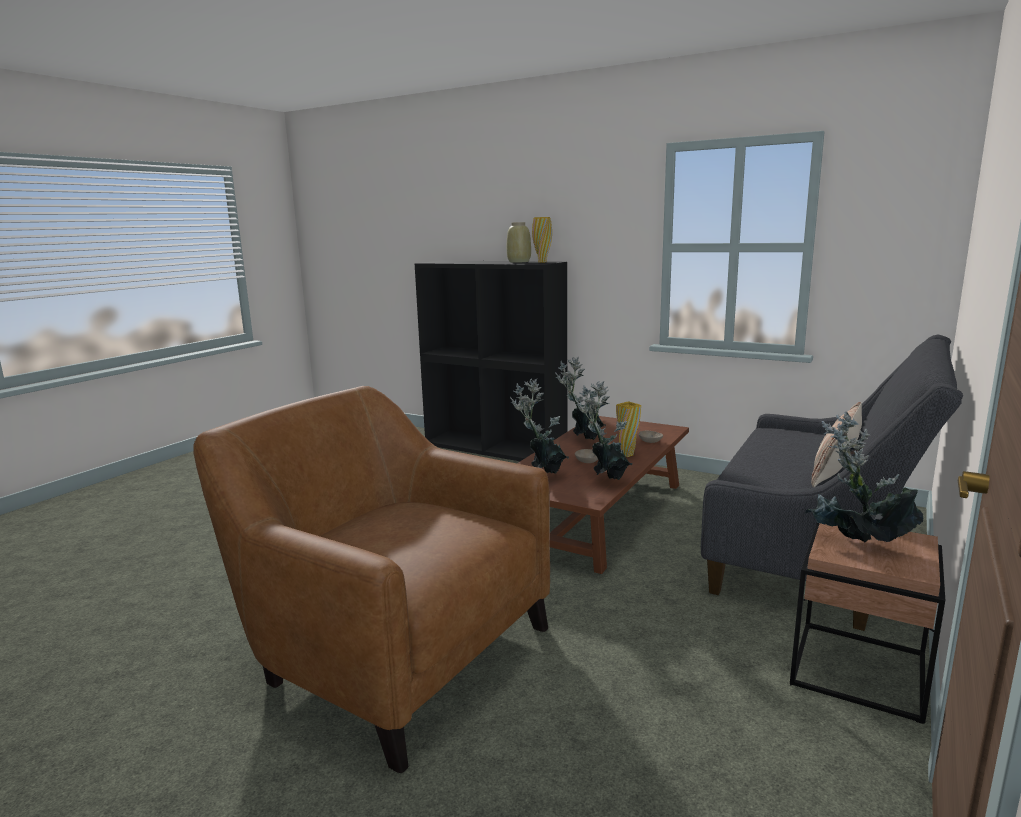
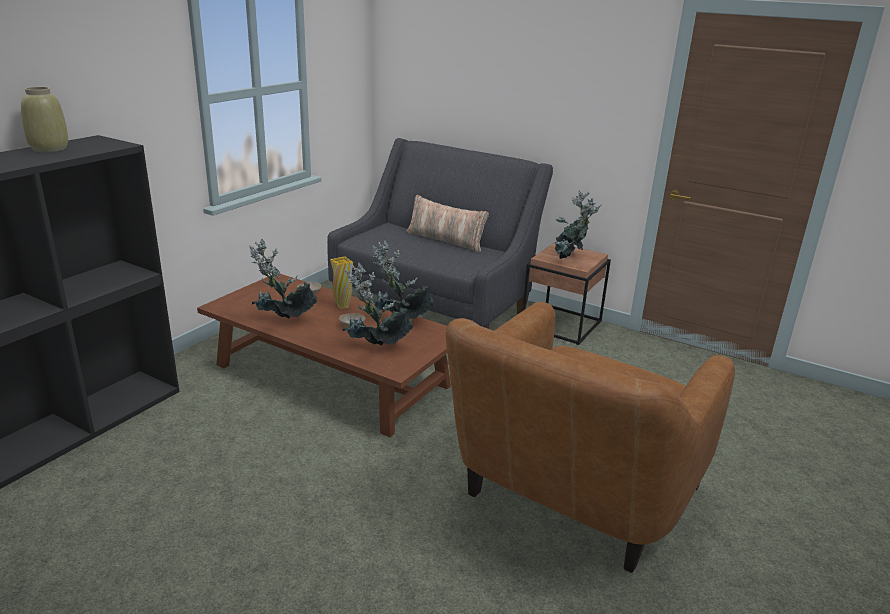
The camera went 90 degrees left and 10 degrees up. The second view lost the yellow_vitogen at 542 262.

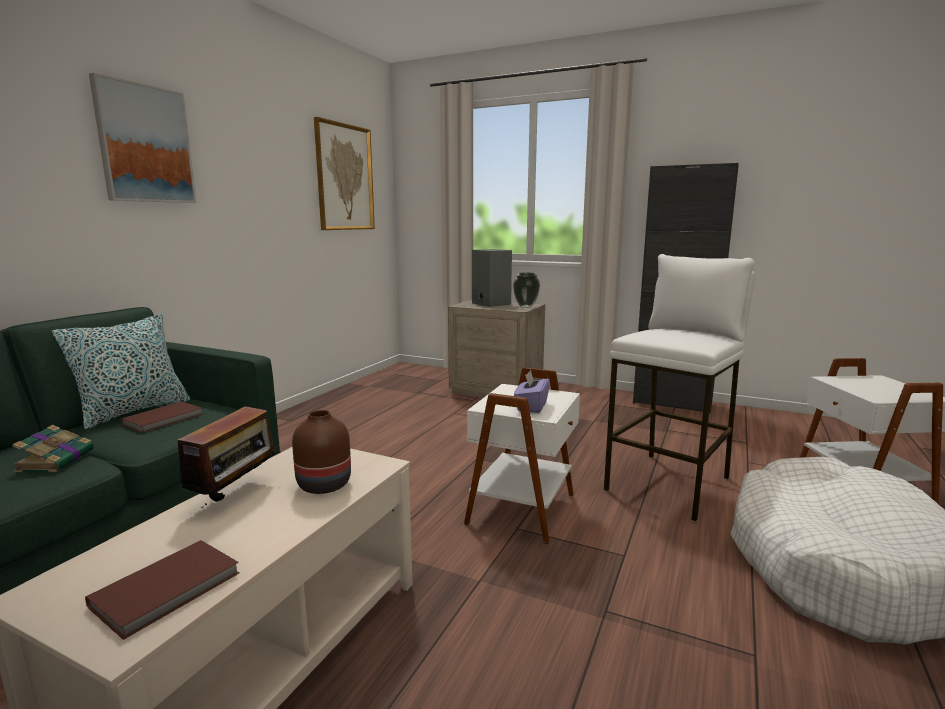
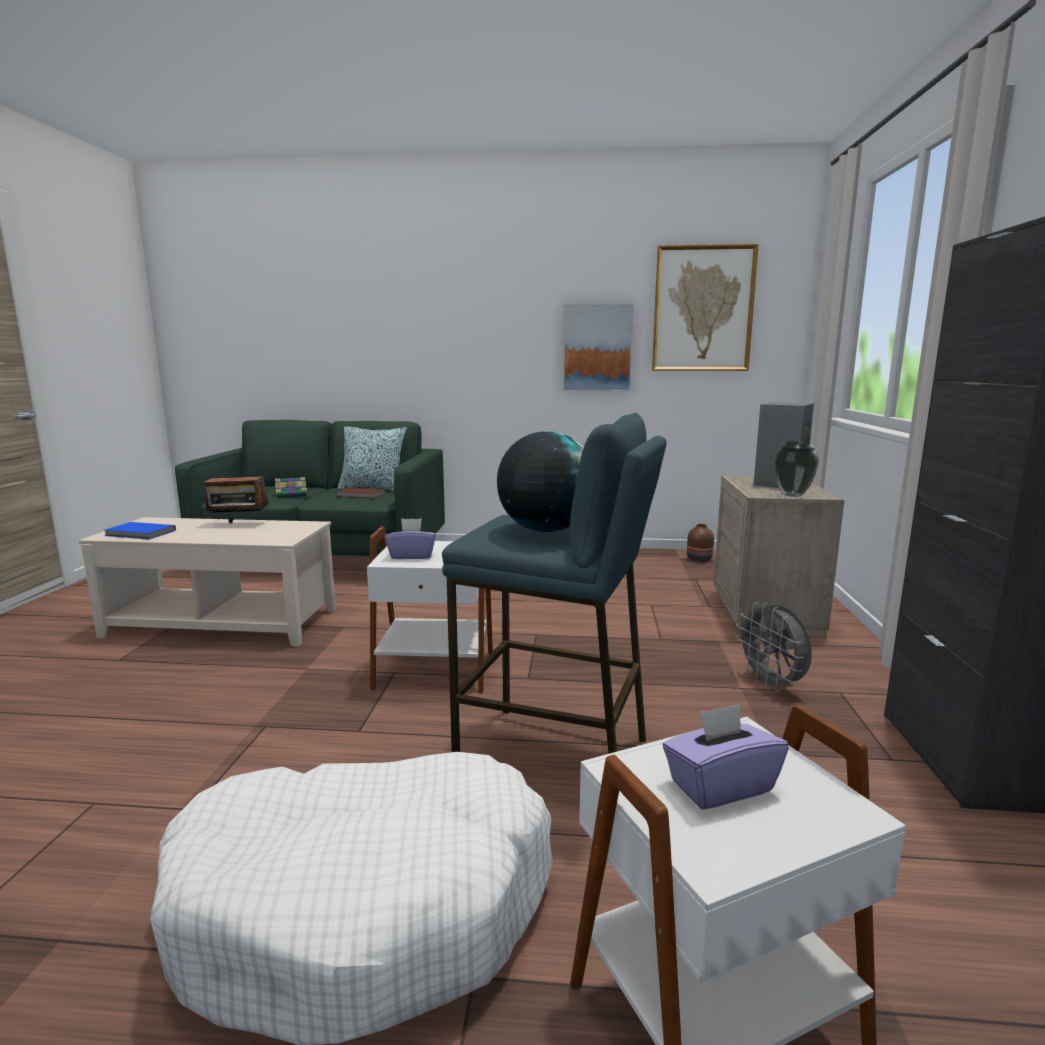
The camera went 70 degrees right and 0 degrees up. What was the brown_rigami at 170 589 turned into the blue_rigami at 140 533. What was the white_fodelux at 670 484 turned into the blue_fodelux at 555 758. The second view gained the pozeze at 545 530. The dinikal ended up elsewhere, having gone from 145 144 to 597 348. The second view gained the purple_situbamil at 720 786. The brown_vitogen ended up elsewhere, having gone from 324 485 to 699 559. The second view gained the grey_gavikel at 771 684.

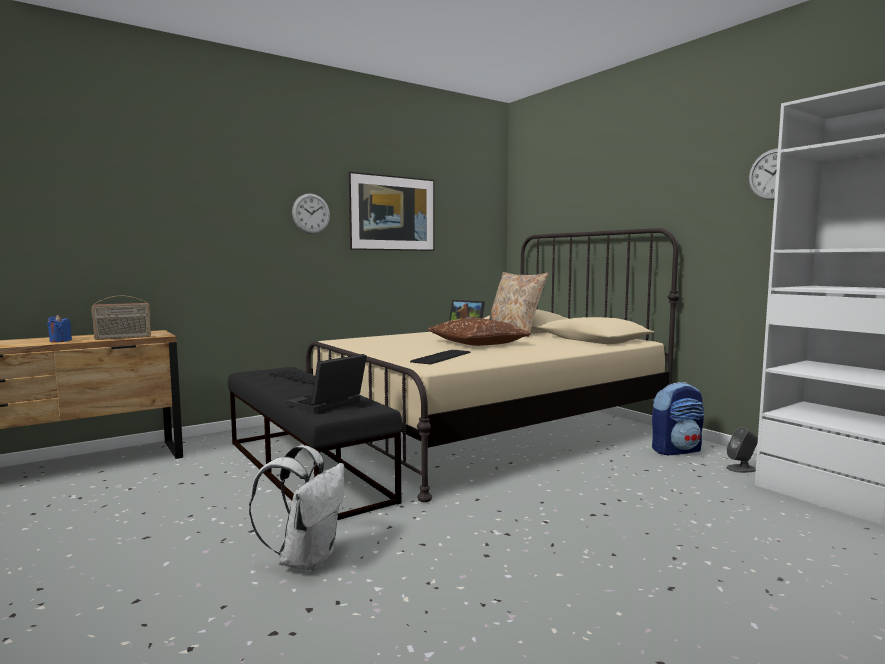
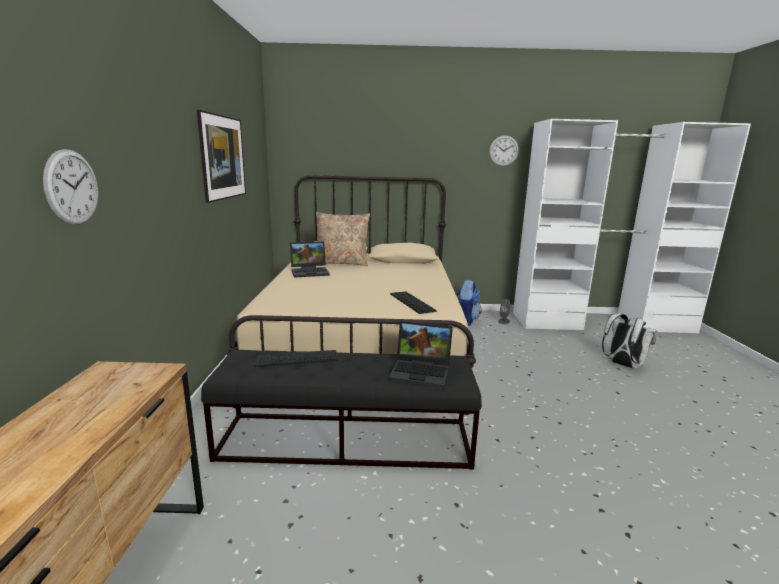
The camera went 55 degrees left and 10 degrees up. The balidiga ended up elsewhere, having gone from 311 213 to 72 187. The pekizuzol at 326 404 ended up facing another way, 60 degrees counterclockwise from before. The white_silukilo ended up elsewhere, having gone from 306 559 to 622 365. The second view lost the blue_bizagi at 60 341. The second view lost the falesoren at 123 338. The second view lost the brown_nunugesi at 477 343.

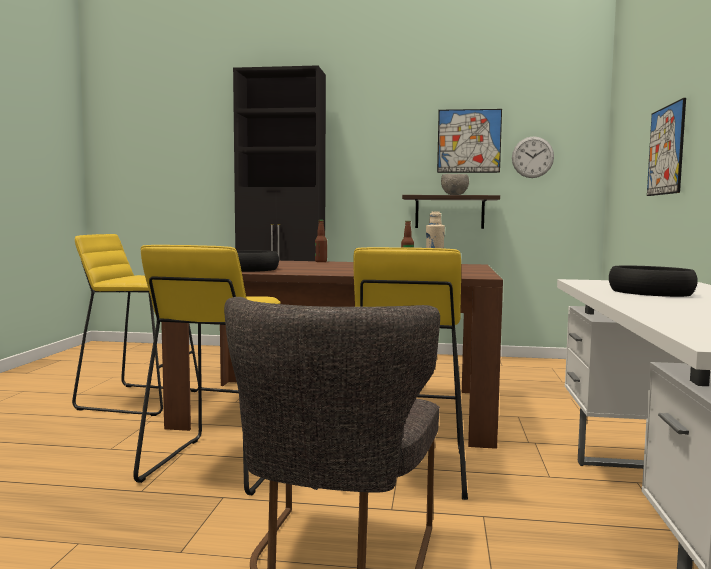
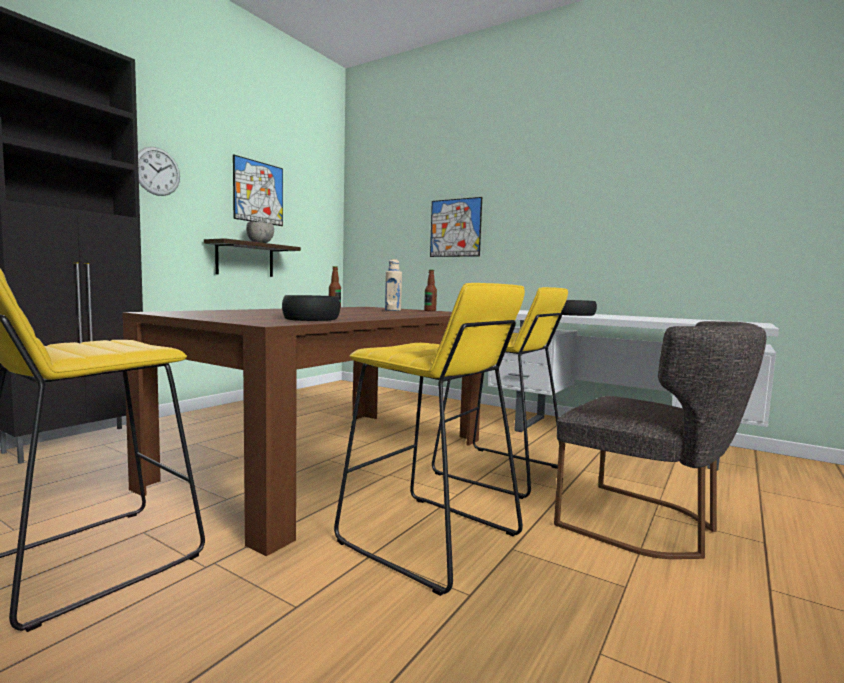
The camera went 65 degrees left and 0 degrees up. The balidiga ended up elsewhere, having gone from 532 157 to 157 171. The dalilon ended up elsewhere, having gone from 321 261 to 430 311.

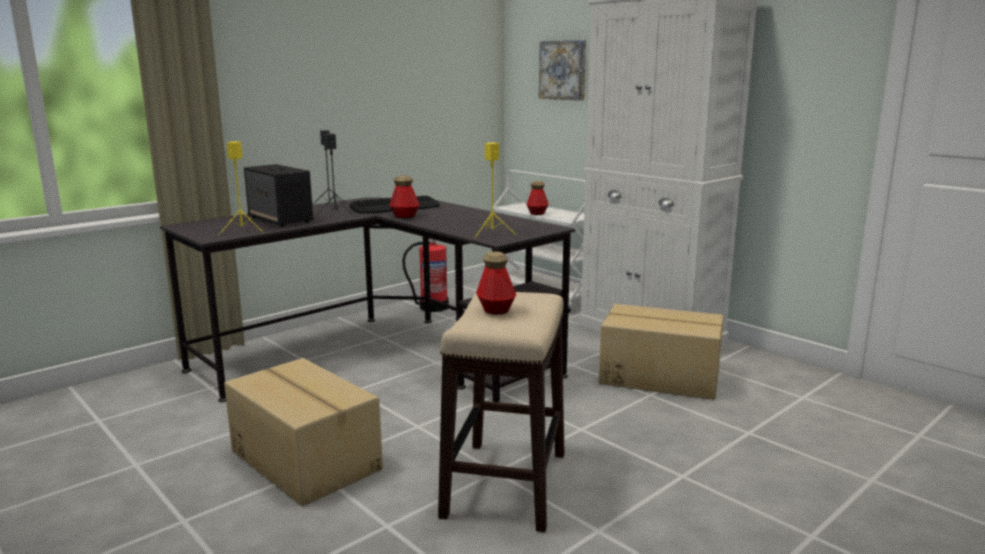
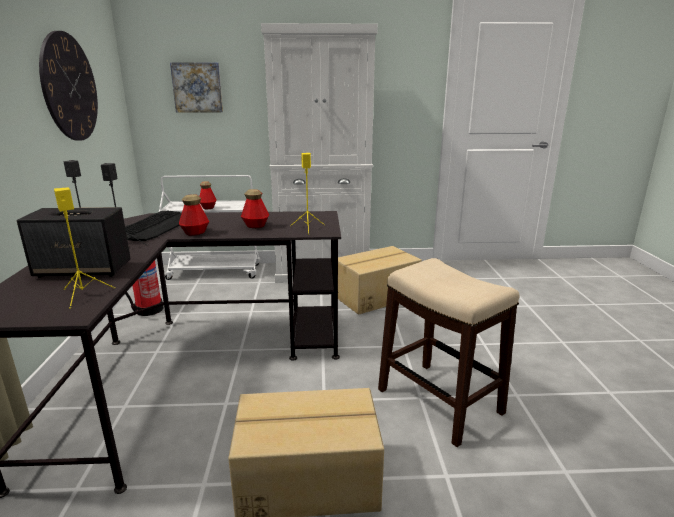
The camera went 50 degrees left and 5 degrees up. The second view gained the balidiga at 69 87. The dalilon ended up elsewhere, having gone from 496 310 to 255 226.

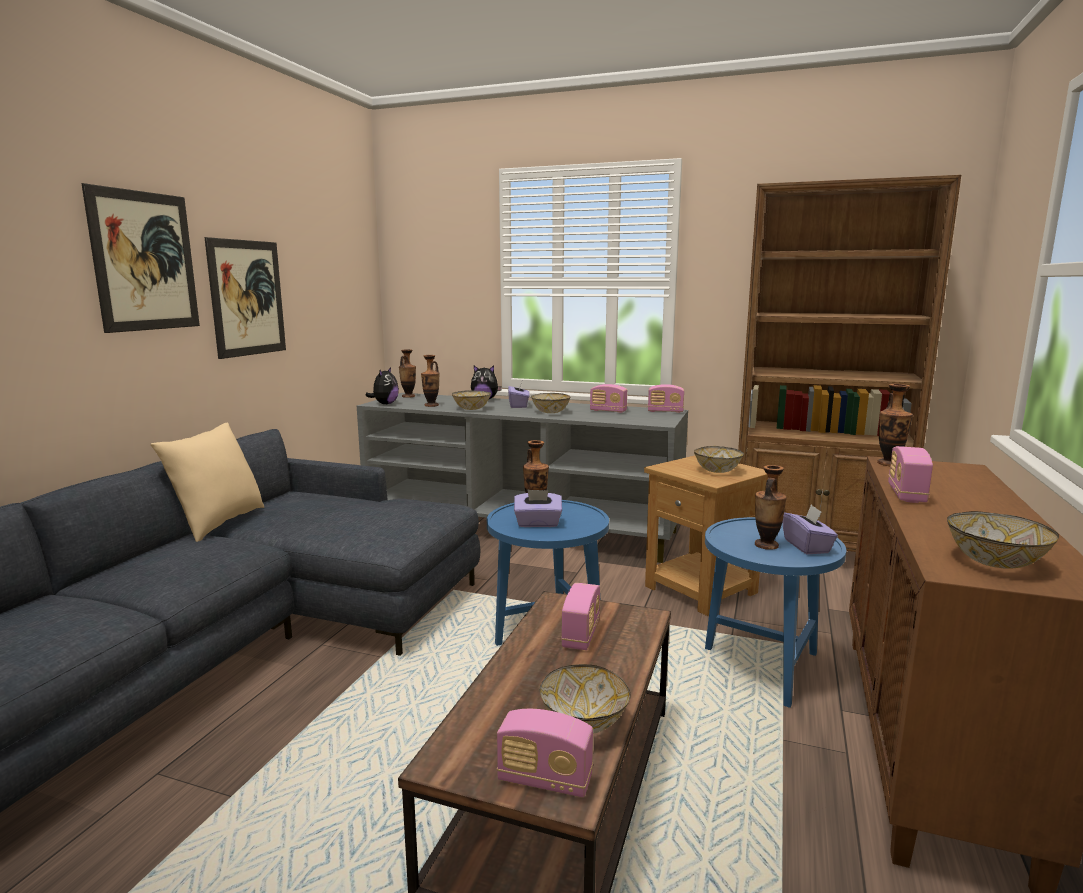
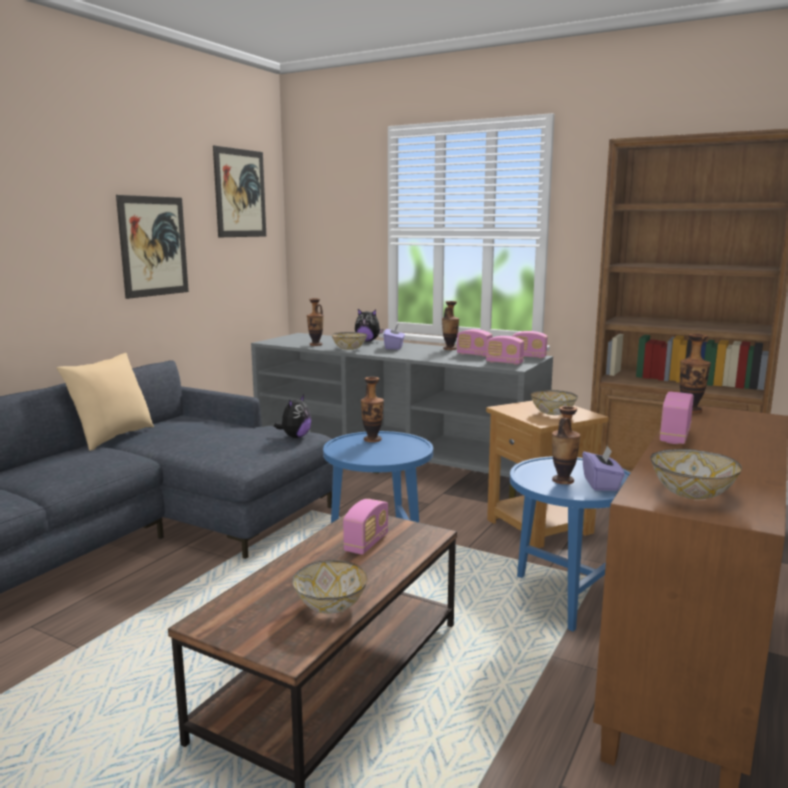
The camera went 10 degrees right and 0 degrees up. The dinikal ended up elsewhere, having gone from 145 261 to 240 193. The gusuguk ended up elsewhere, having gone from 385 404 to 295 437. The vitogen ended up elsewhere, having gone from 408 396 to 450 349. The falesoren ended up elsewhere, having gone from 545 780 to 504 363. The second view lost the purple_situbamil at 538 523. The second view lost the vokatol at 550 412.

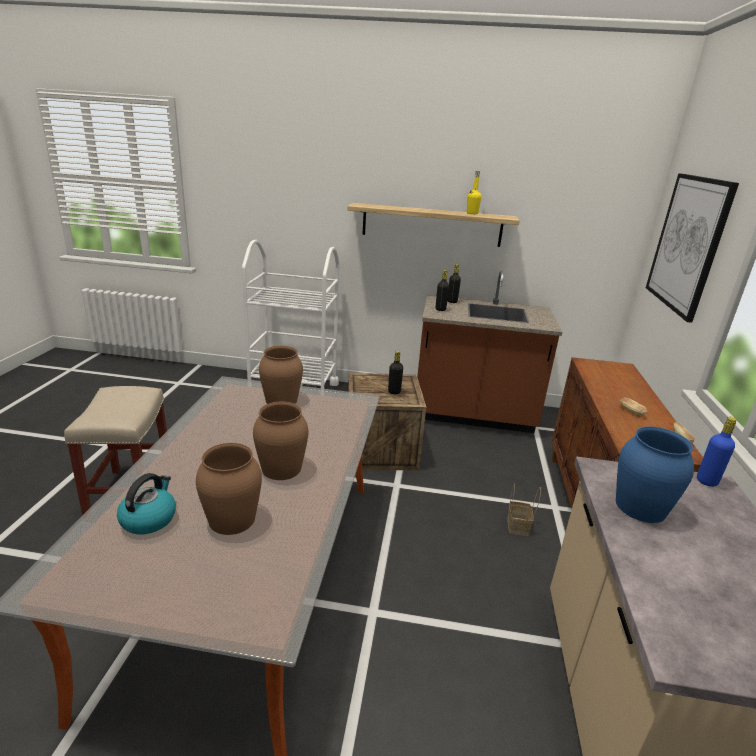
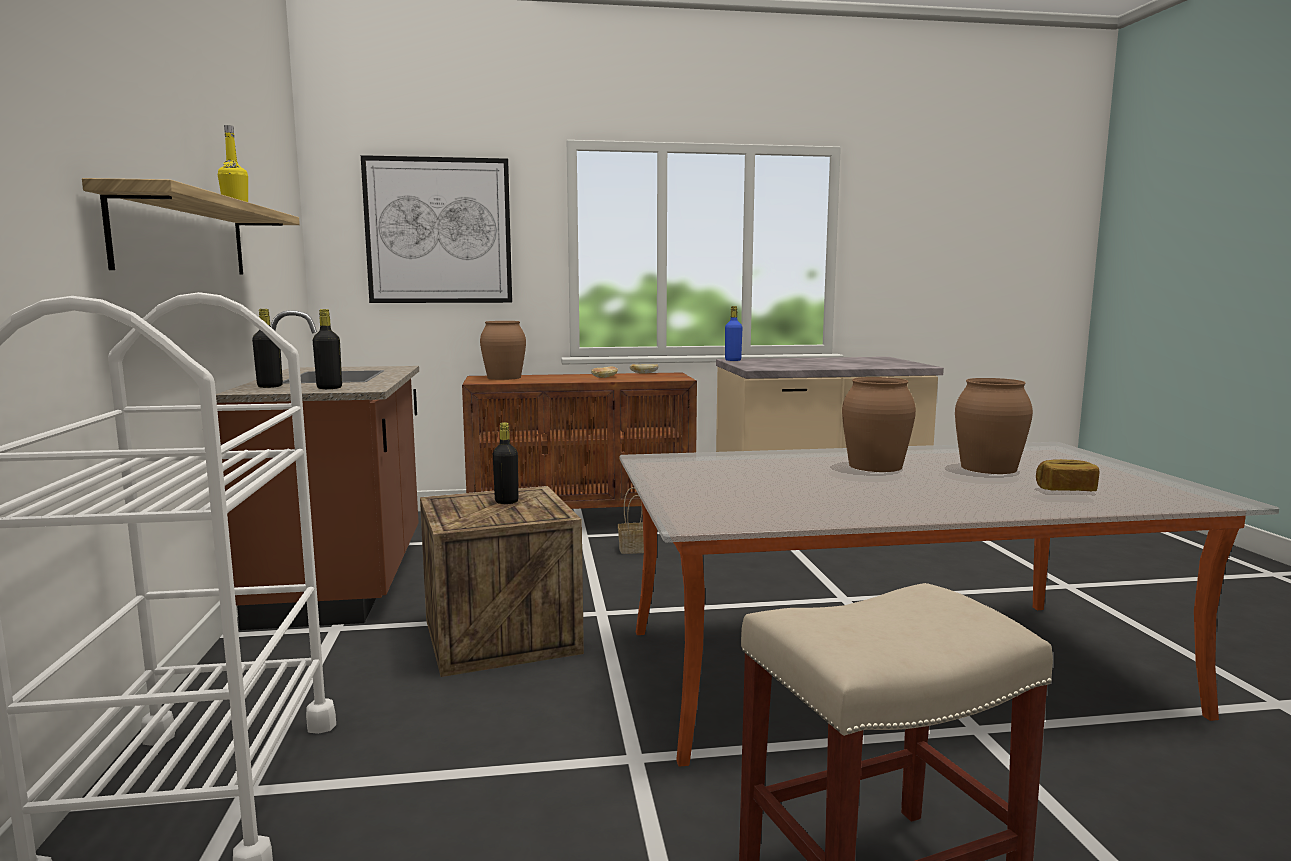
The camera went 105 degrees left and 15 degrees down. The brown_vitogen ended up elsewhere, having gone from 281 400 to 504 377. Where the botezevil stood at 149 519, the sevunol came to stand at 1065 489. The second view lost the blue_vitogen at 639 507.

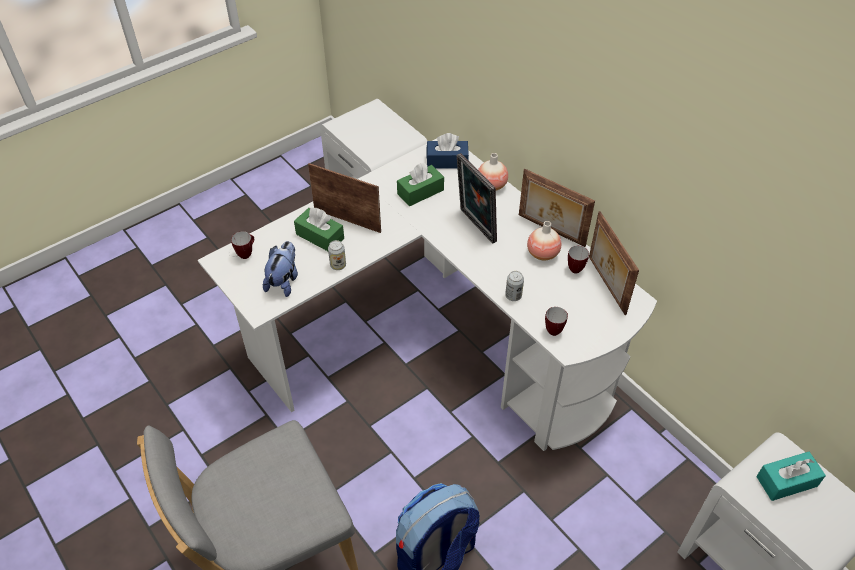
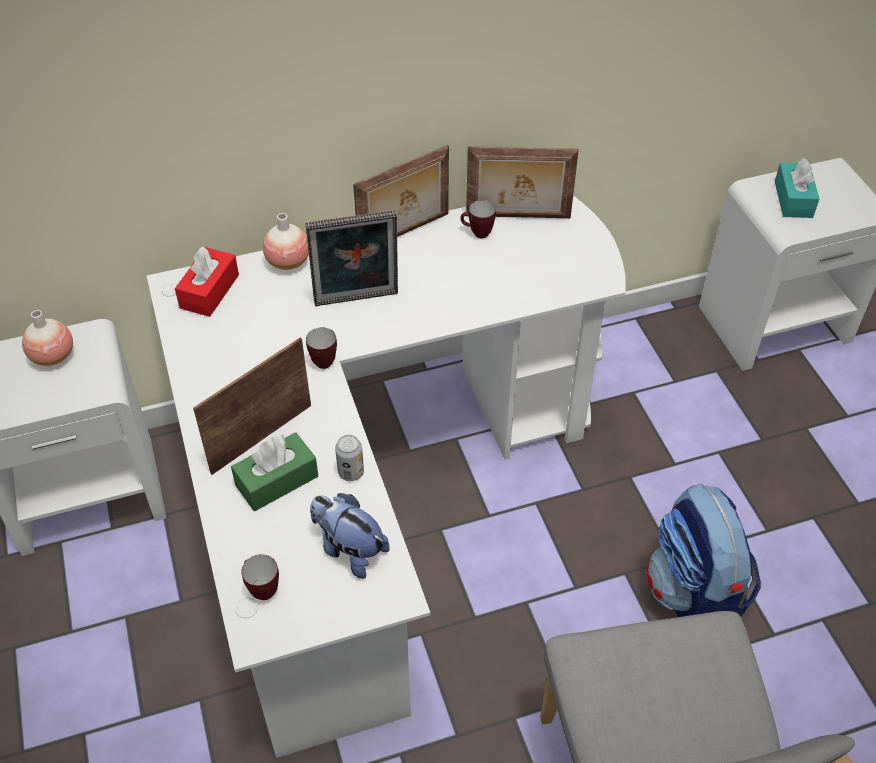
The camera went 70 degrees left and 0 degrees up. The vitogen ended up elsewhere, having gone from 542 254 to 53 356. What was the blue_situbamil at 447 161 turned into the red_situbamil at 209 291. The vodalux ended up elsewhere, having gone from 555 329 to 321 360. The second view lost the green_situbamil at 420 192. The second view lost the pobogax at 513 296.

